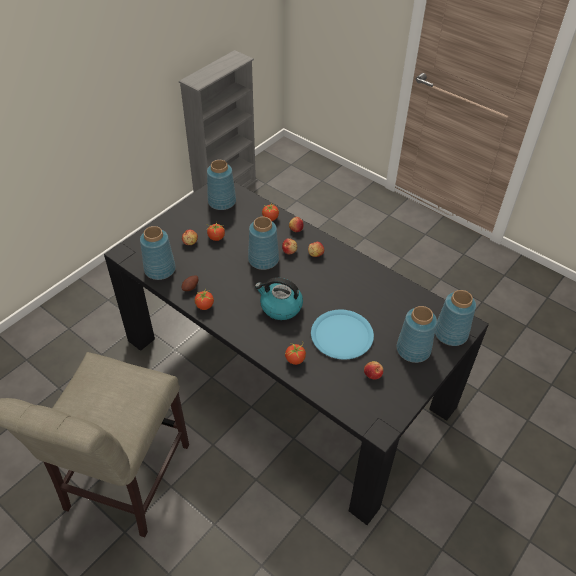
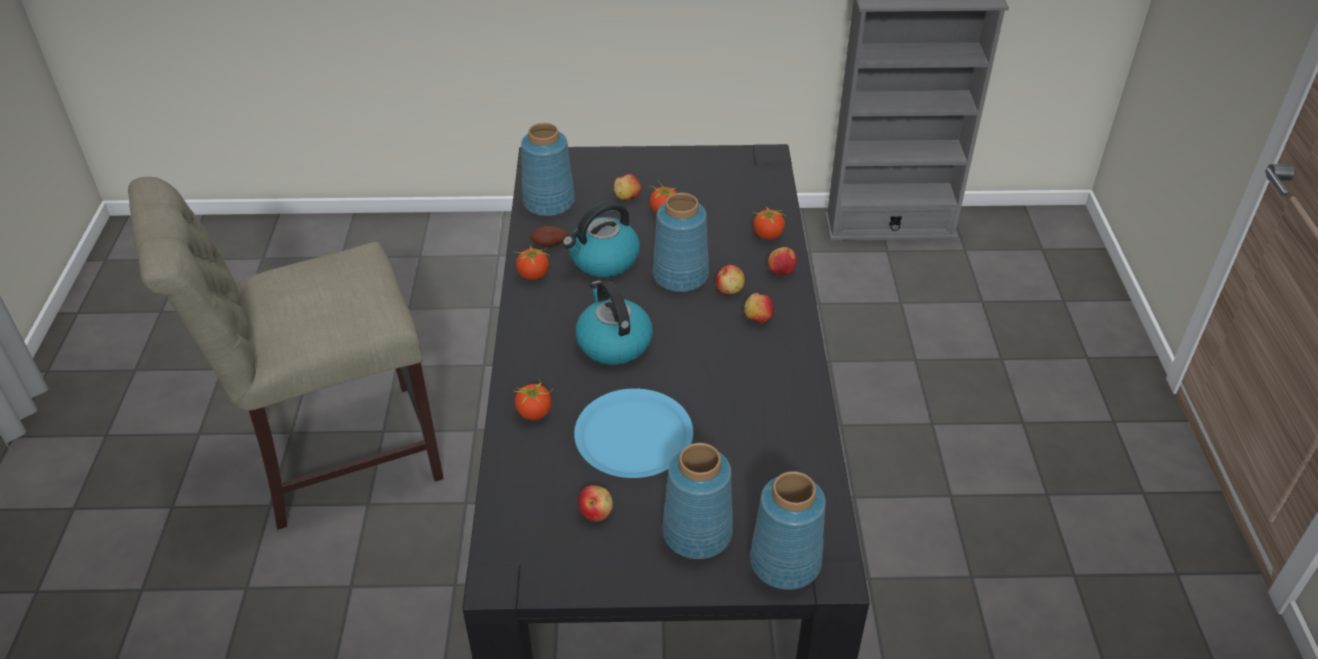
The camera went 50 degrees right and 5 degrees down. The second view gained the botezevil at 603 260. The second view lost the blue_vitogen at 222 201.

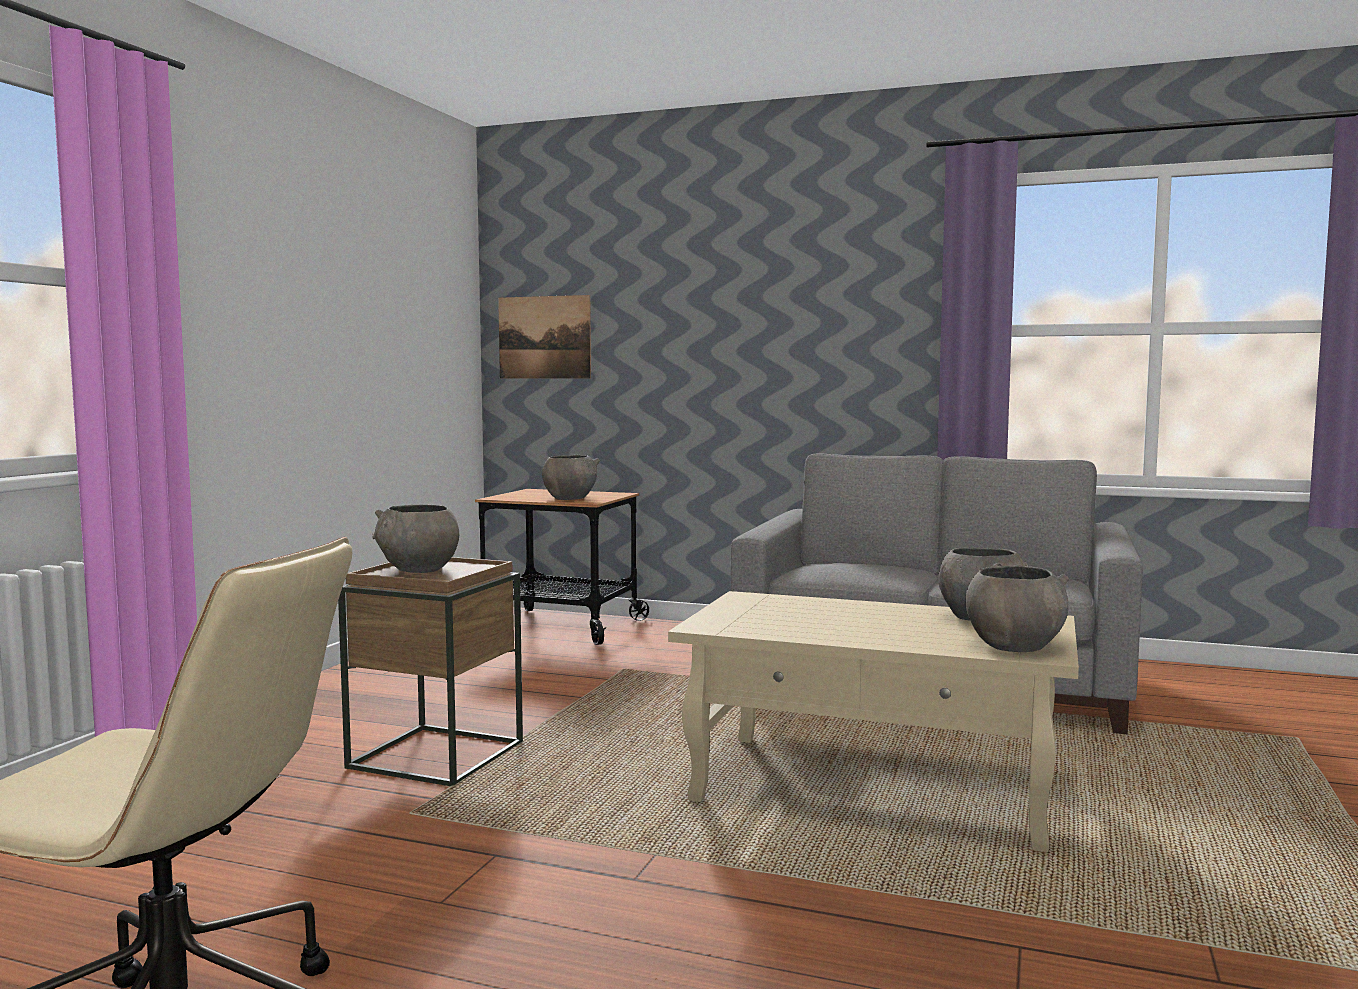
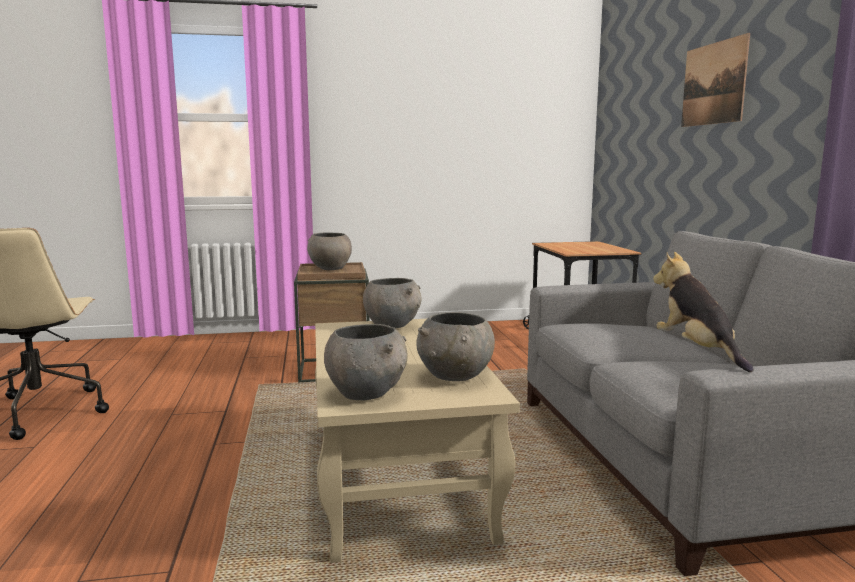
The camera went 60 degrees right and 5 degrees up. The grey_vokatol ended up elsewhere, having gone from 570 498 to 392 325. The second view gained the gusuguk at 697 351. The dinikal ended up elsewhere, having gone from 544 337 to 713 83.

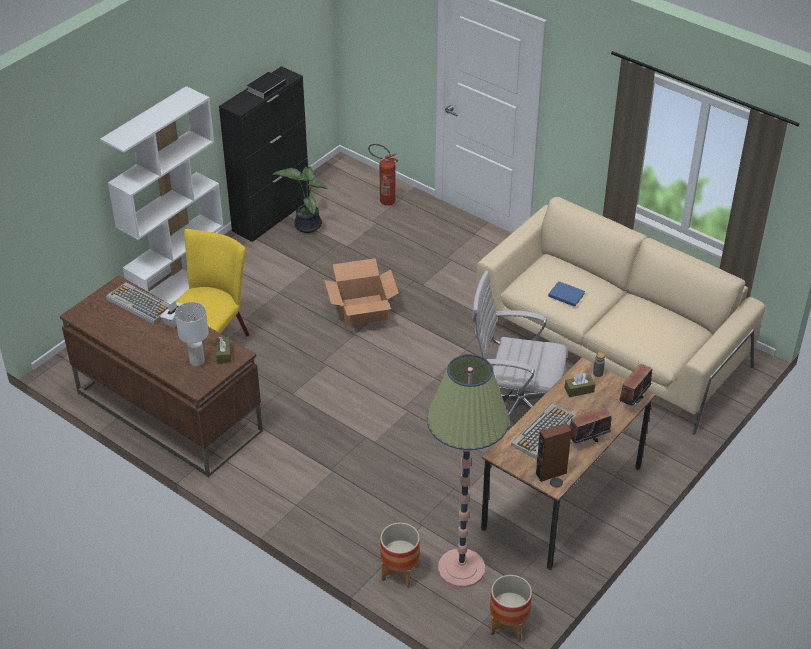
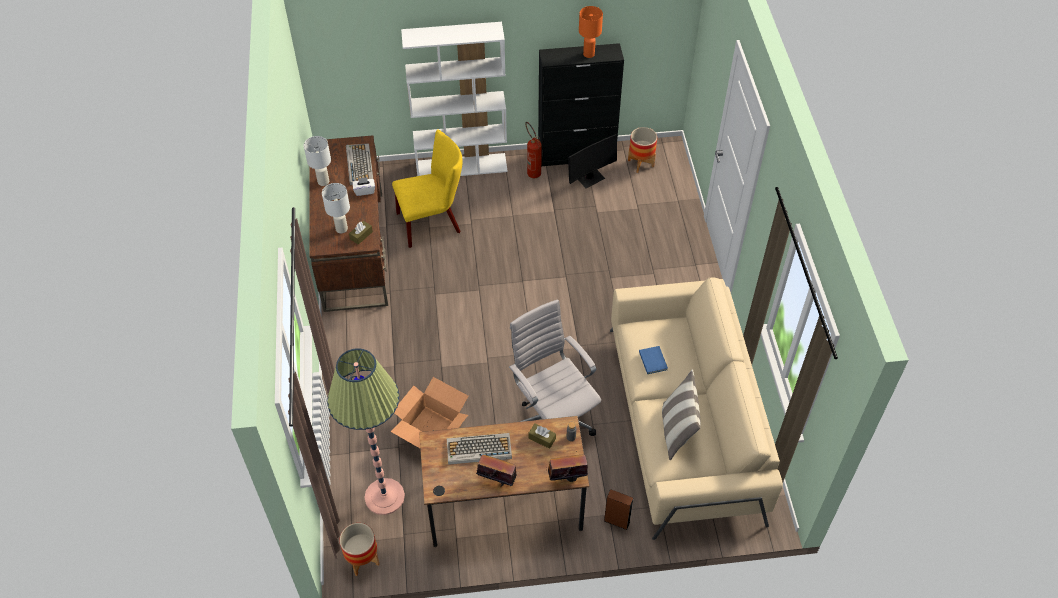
The camera went 45 degrees right and 10 degrees up. The second view gained the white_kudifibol at 323 181. The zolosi ended up elsewhere, having gone from 362 310 to 432 430. The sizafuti ended up elsewhere, having gone from 383 200 to 532 171. Where the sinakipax stood at 306 225, the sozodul came to stand at 590 178. Where the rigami stood at 267 87, the orange_kudifibol came to stand at 588 54. The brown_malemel ended up elsewhere, having gone from 551 473 to 616 521. The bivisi ended up elsewhere, having gone from 400 573 to 641 163. The second view gained the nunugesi at 677 431.

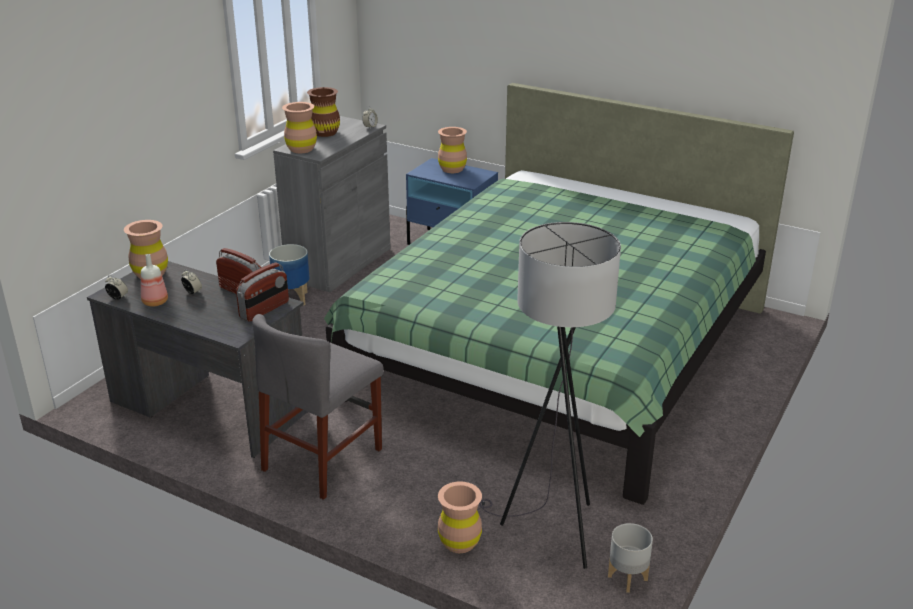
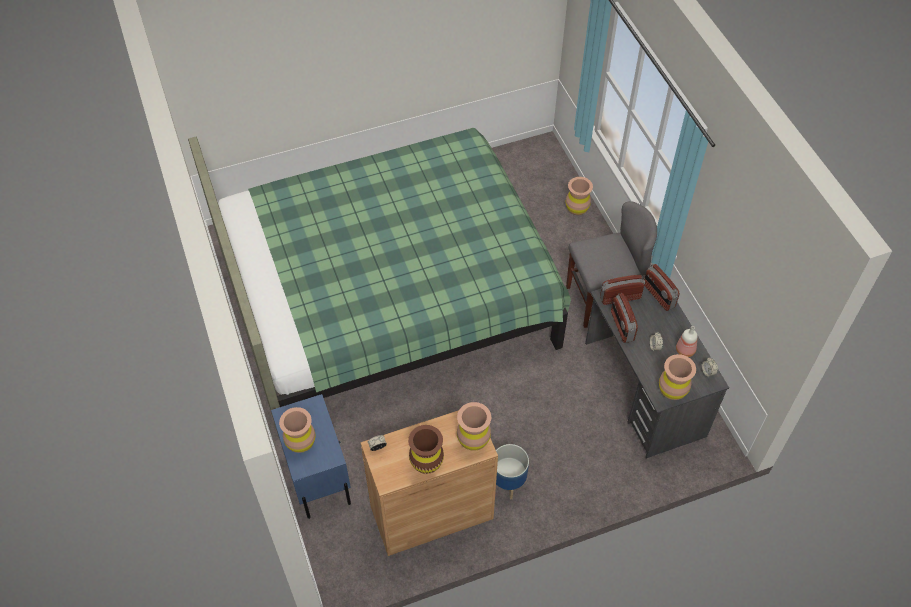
The camera went 140 degrees left and 25 degrees up. What was the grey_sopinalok at 339 263 turned into the brown_sopinalok at 431 512. The second view gained the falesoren at 658 295. The second view lost the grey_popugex at 549 531. The second view lost the grey_bivisi at 627 578.

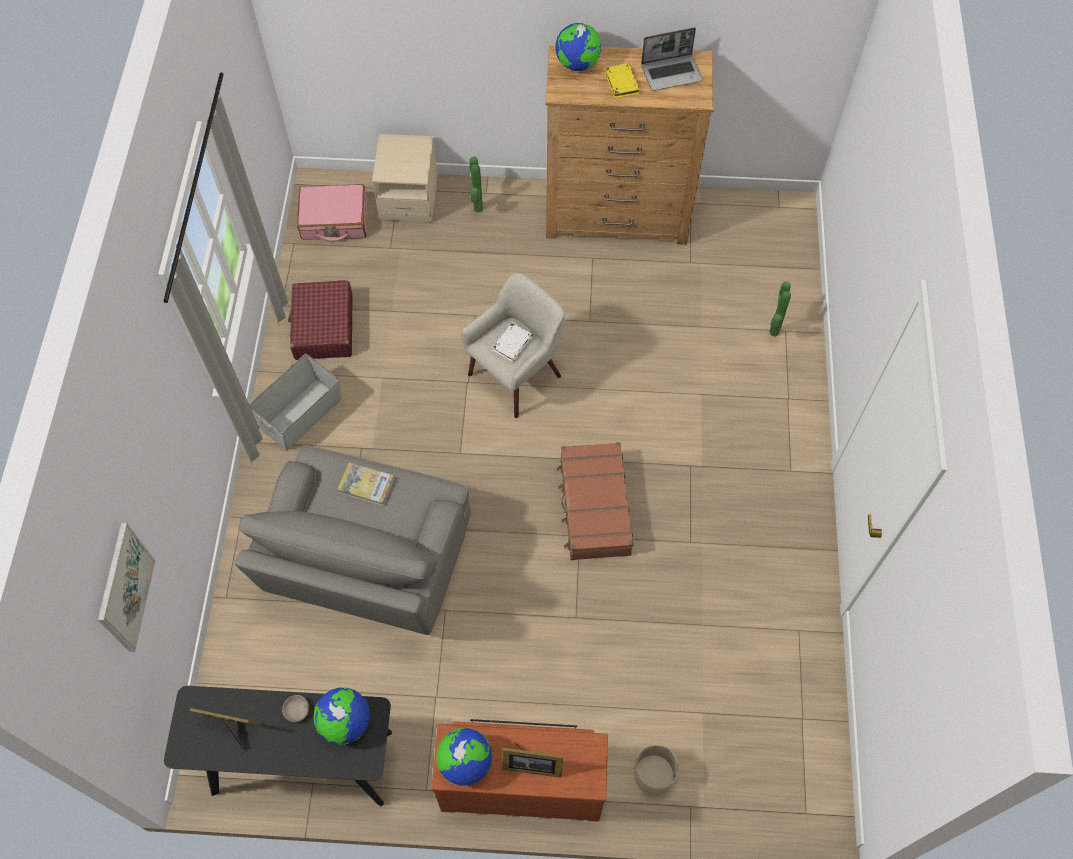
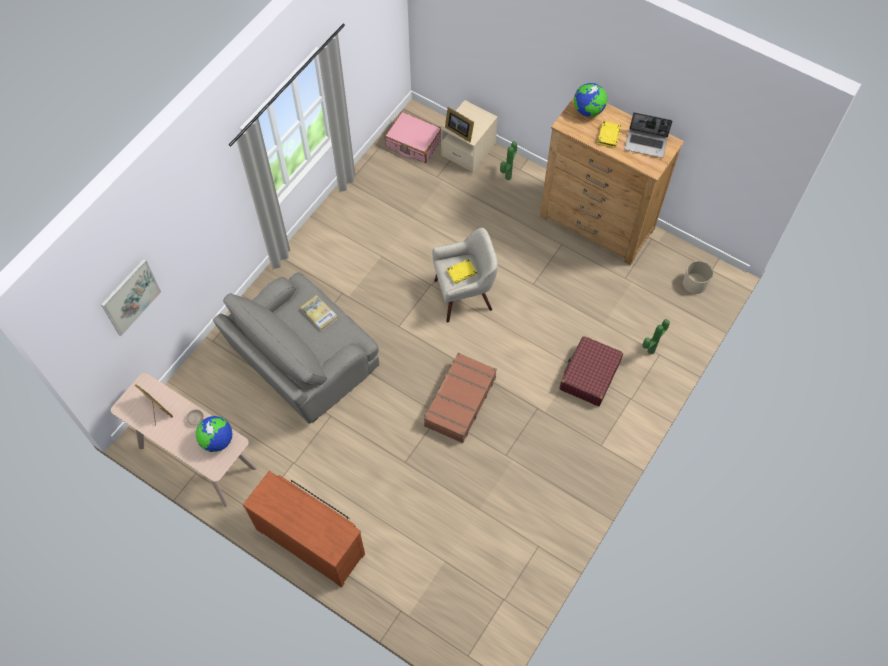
The camera went 30 degrees right and 0 degrees up. What was the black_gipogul at 302 763 turned into the beige_gipogul at 197 458. The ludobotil ended up elsewhere, having gone from 530 764 to 459 131. What was the white_rigami at 512 343 turned into the yellow_rigami at 462 272. The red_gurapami ended up elsewhere, having gone from 323 328 to 589 375. The beige_bivisi ended up elsewhere, having gone from 654 774 to 695 283. The second view lost the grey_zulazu at 301 414. The second view lost the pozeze at 465 762.

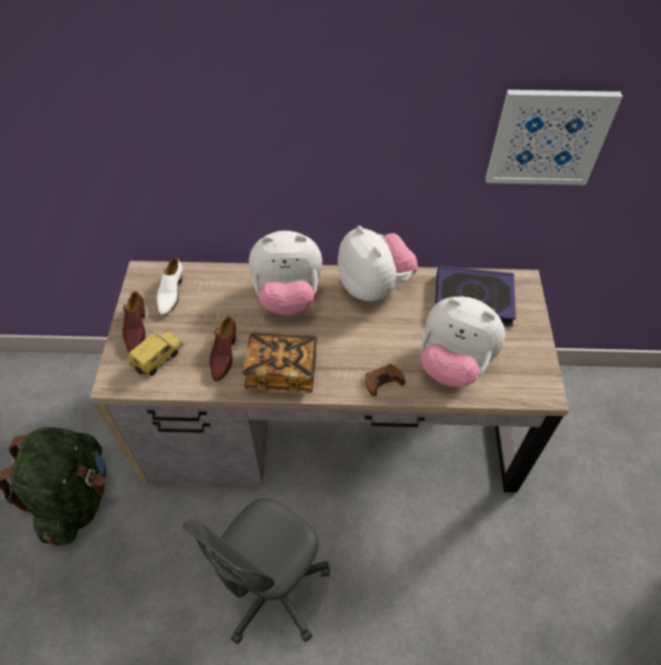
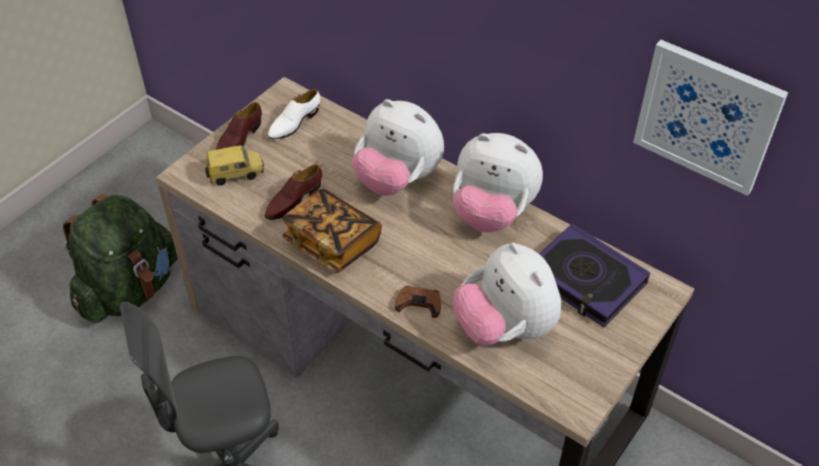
The camera went 35 degrees right and 5 degrees down. The gusuguk at 374 286 ended up facing another way, 105 degrees clockwise from before.

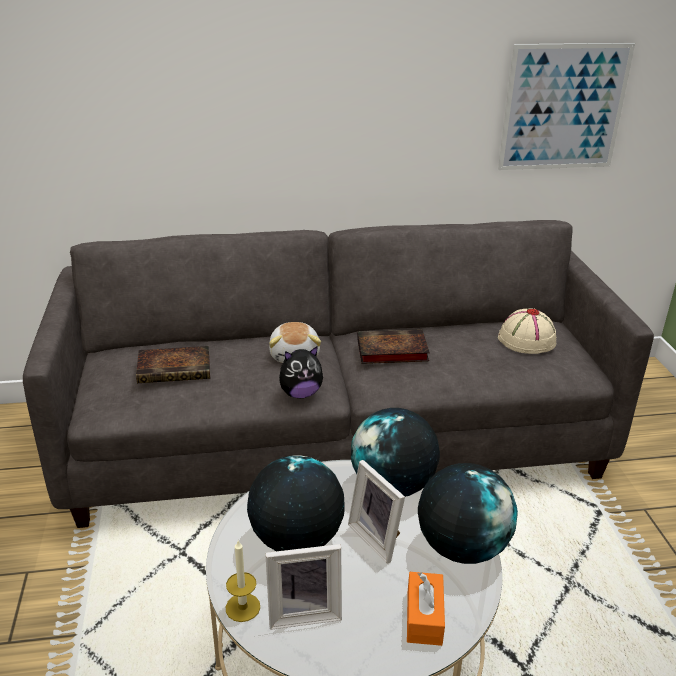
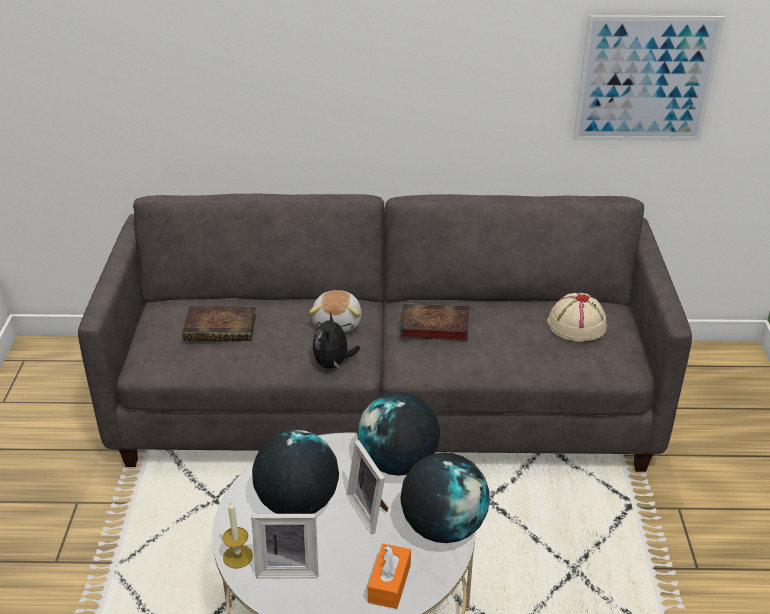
The camera went 10 degrees right and 5 degrees up. The gusuguk at 300 393 ended up facing another way, 105 degrees clockwise from before.

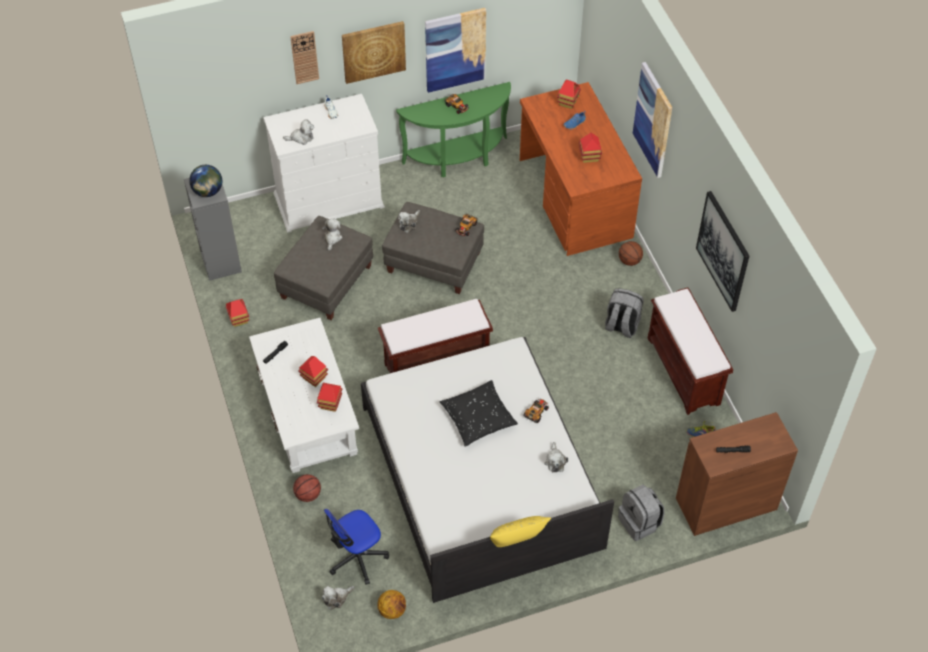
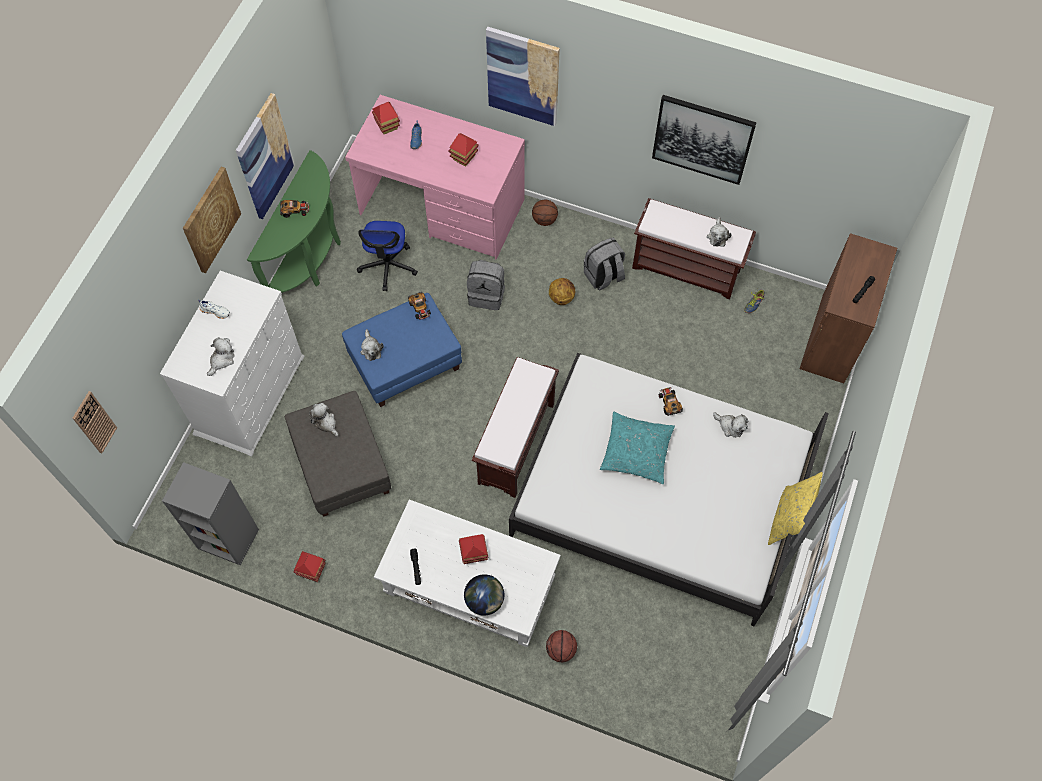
The camera went 50 degrees left and 10 degrees up. The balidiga ended up elsewhere, having gone from 304 57 to 94 422. What was the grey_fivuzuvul at 434 262 turned into the blue_fivuzuvul at 405 363. What was the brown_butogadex at 574 199 turned into the pink_butogadex at 442 208. The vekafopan ended up elsewhere, having gone from 357 557 to 388 266. The pozeze ended up elsewhere, having gone from 208 191 to 485 600. The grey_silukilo ended up elsewhere, having gone from 640 522 to 487 295. The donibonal ended up elsewhere, having gone from 392 610 to 561 297. What was the black_nunugesi at 478 417 turned into the turquoise_nunugesi at 636 451. The gusuguk ended up elsewhere, having gone from 337 598 to 717 236. The second view lost the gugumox at 330 403.

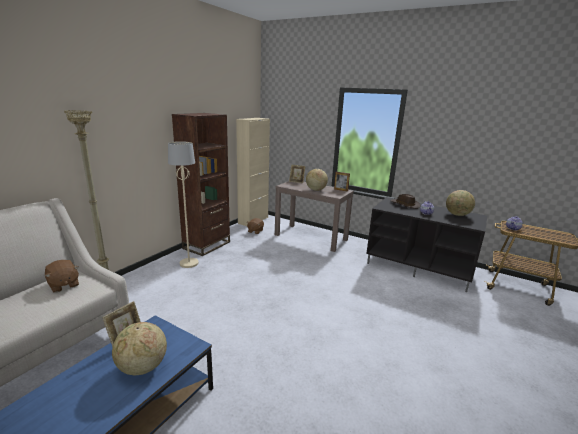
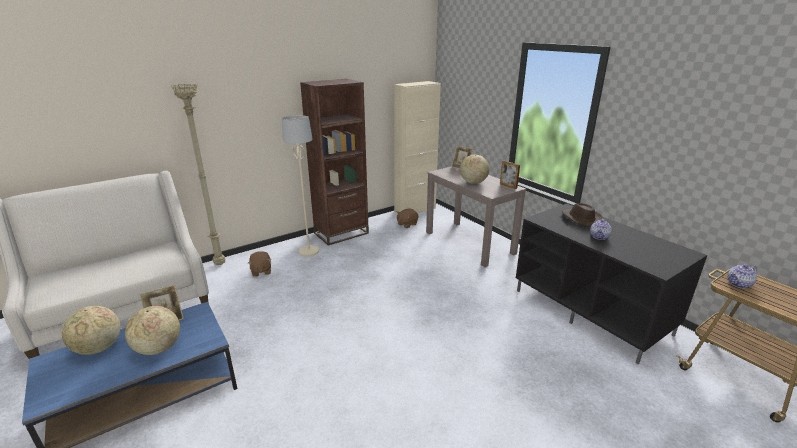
The camera went 25 degrees right and 5 degrees up. The pozeze ended up elsewhere, having gone from 457 215 to 98 348. The brown_gusuguk ended up elsewhere, having gone from 63 285 to 261 271.

